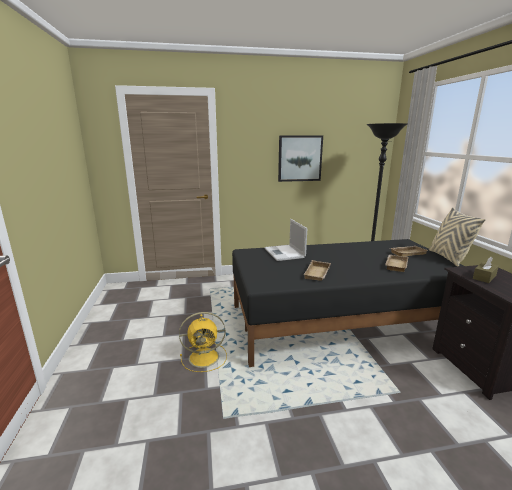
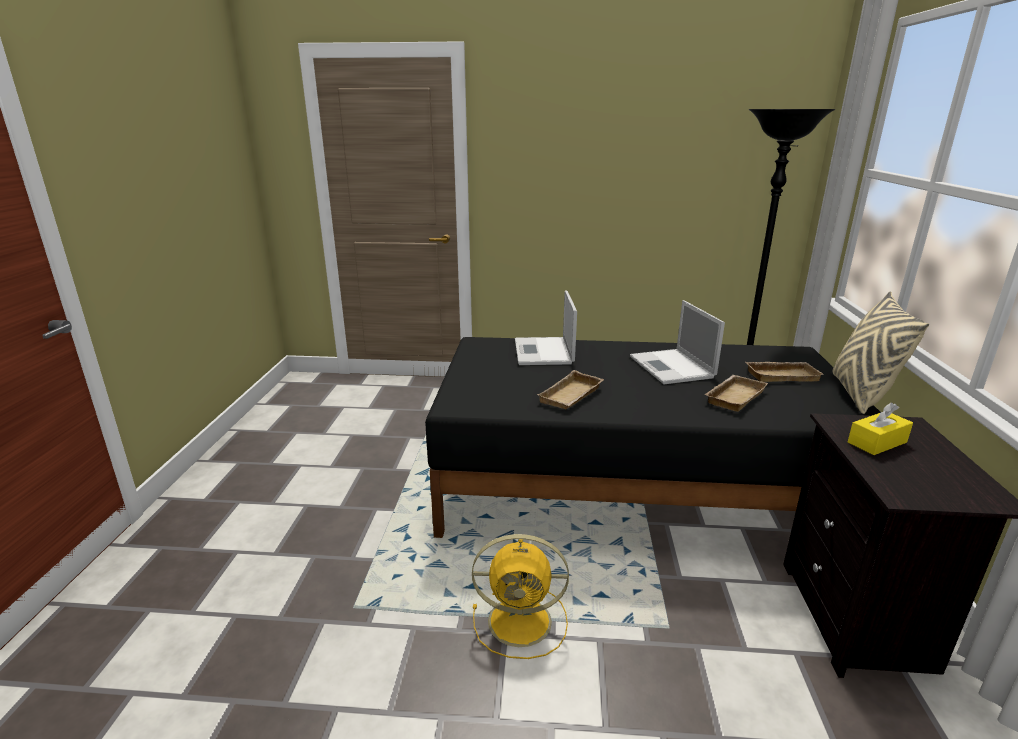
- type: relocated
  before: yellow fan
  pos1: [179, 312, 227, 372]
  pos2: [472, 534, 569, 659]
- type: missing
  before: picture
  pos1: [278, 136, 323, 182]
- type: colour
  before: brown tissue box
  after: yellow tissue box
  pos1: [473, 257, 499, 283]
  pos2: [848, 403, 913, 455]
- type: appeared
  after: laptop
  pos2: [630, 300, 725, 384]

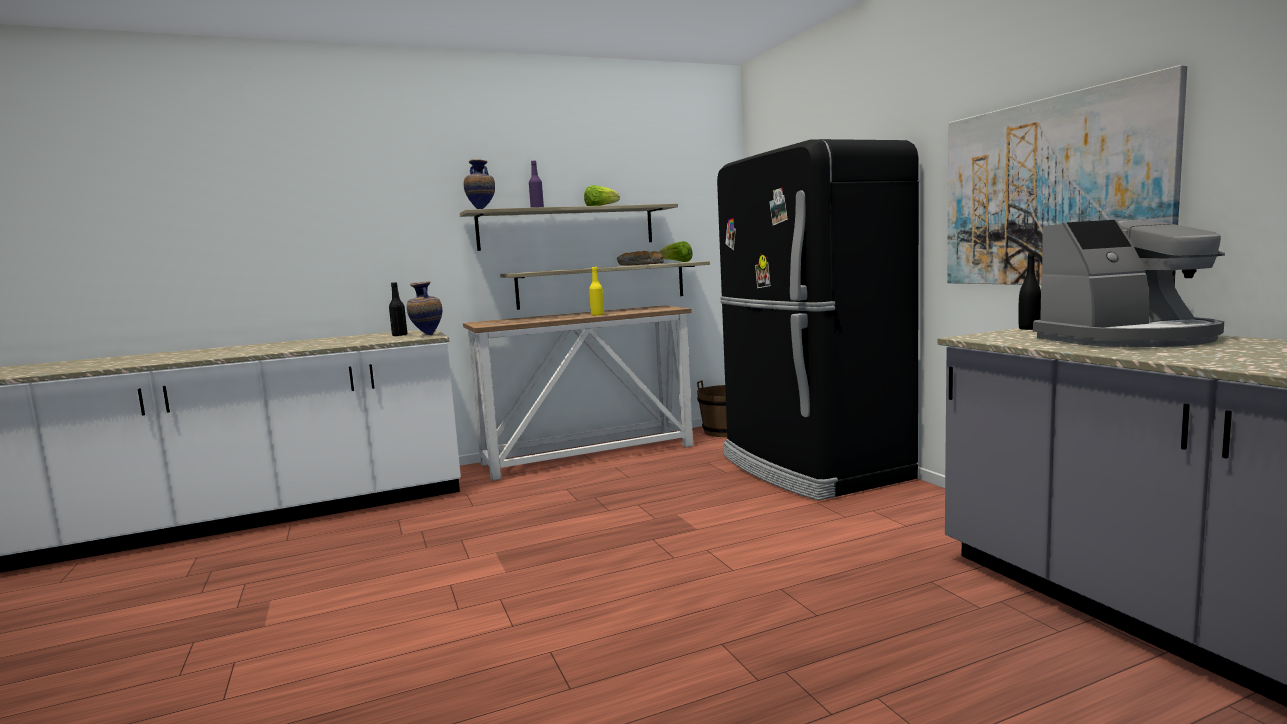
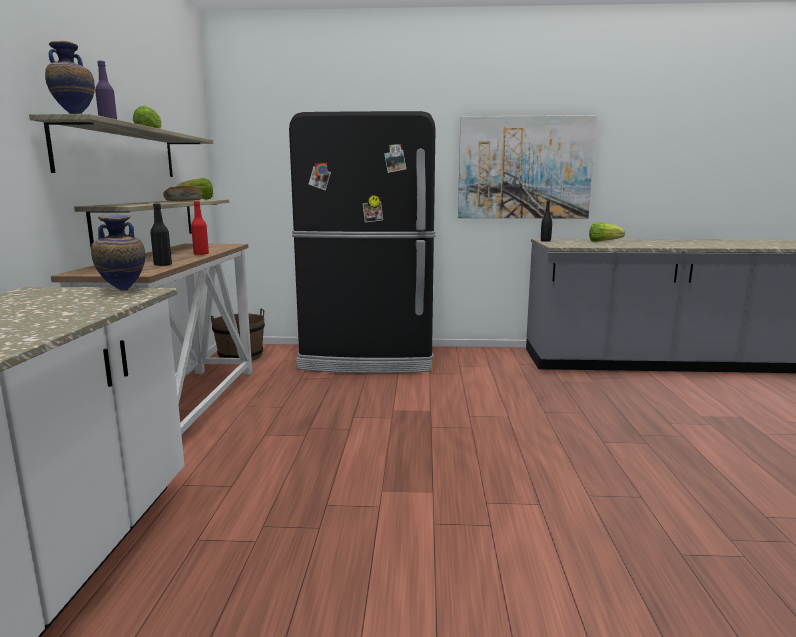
- type: relocated
  before: black bottle
  pos1: [389, 282, 407, 336]
  pos2: [150, 204, 172, 266]
- type: colour
  before: yellow bottle
  after: red bottle
  pos1: [589, 267, 604, 316]
  pos2: [191, 201, 209, 255]
- type: exchanged
  before: coffee machine
  after: lettuce
  pos1: [1033, 220, 1225, 347]
  pos2: [589, 222, 625, 242]

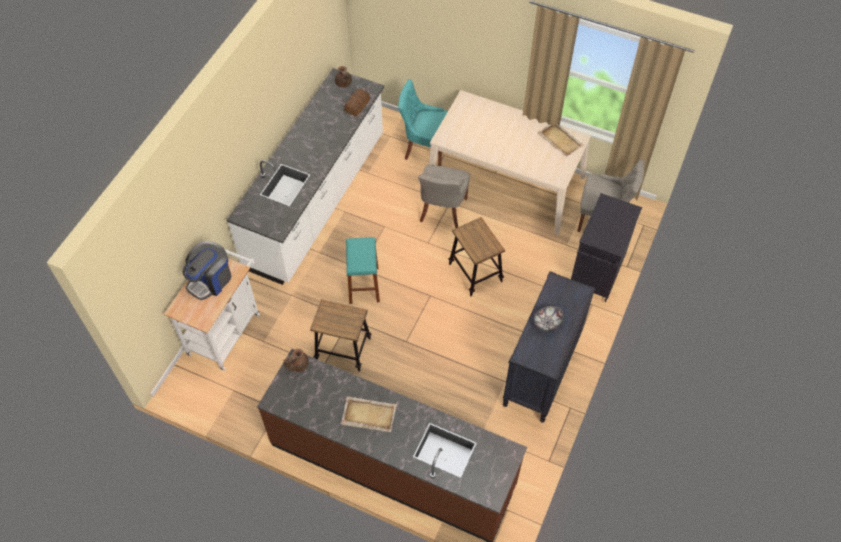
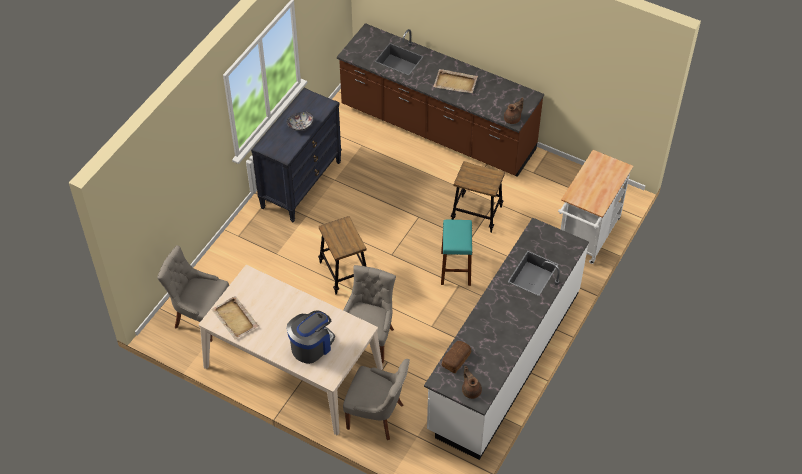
- type: relocated
  before: coffee machine
  pos1: [182, 241, 231, 300]
  pos2: [287, 310, 335, 364]
- type: colour
  before: turquoise chair
  after: grey chair
  pos1: [398, 79, 448, 166]
  pos2: [343, 359, 410, 440]
- type: missing
  before: black cabinet
  pos1: [571, 193, 642, 302]

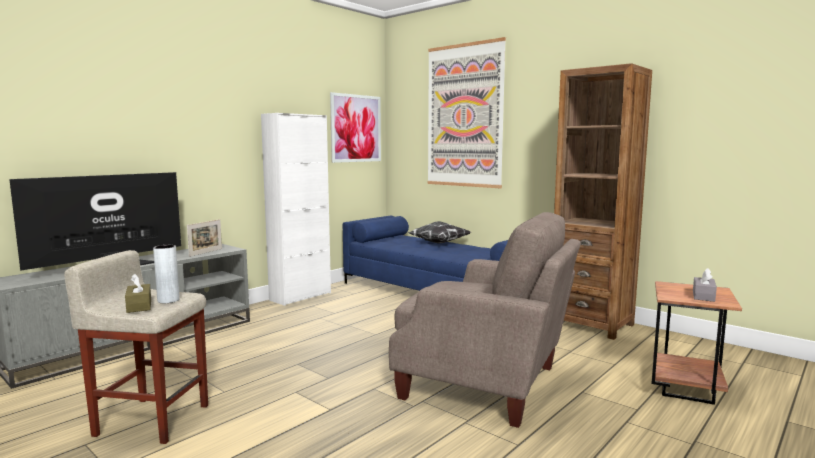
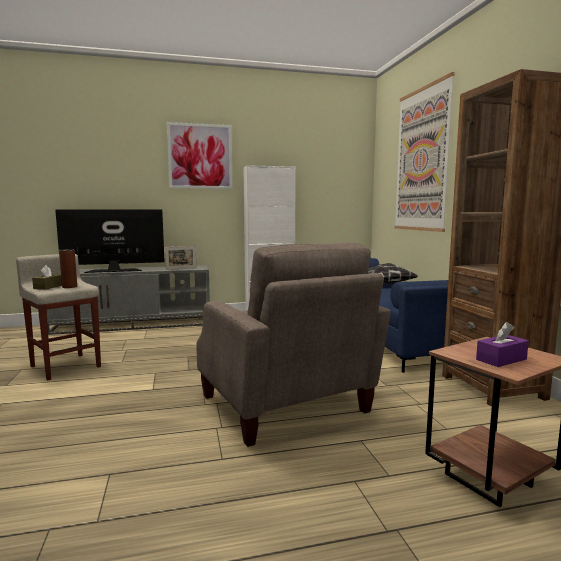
- type: colour
  before: grey vase
  after: brown vase
  pos1: [153, 245, 180, 303]
  pos2: [59, 249, 77, 288]
- type: relocated
  before: picture
  pos1: [330, 92, 381, 163]
  pos2: [167, 122, 233, 189]
- type: colour
  before: grey tissue box
  after: purple tissue box
  pos1: [693, 268, 717, 302]
  pos2: [476, 322, 529, 367]

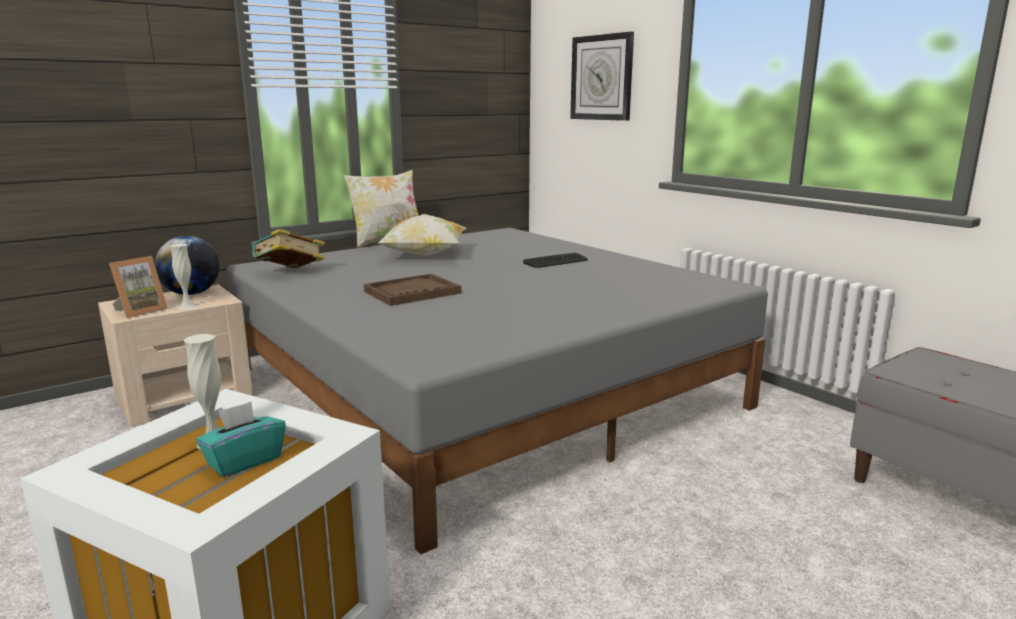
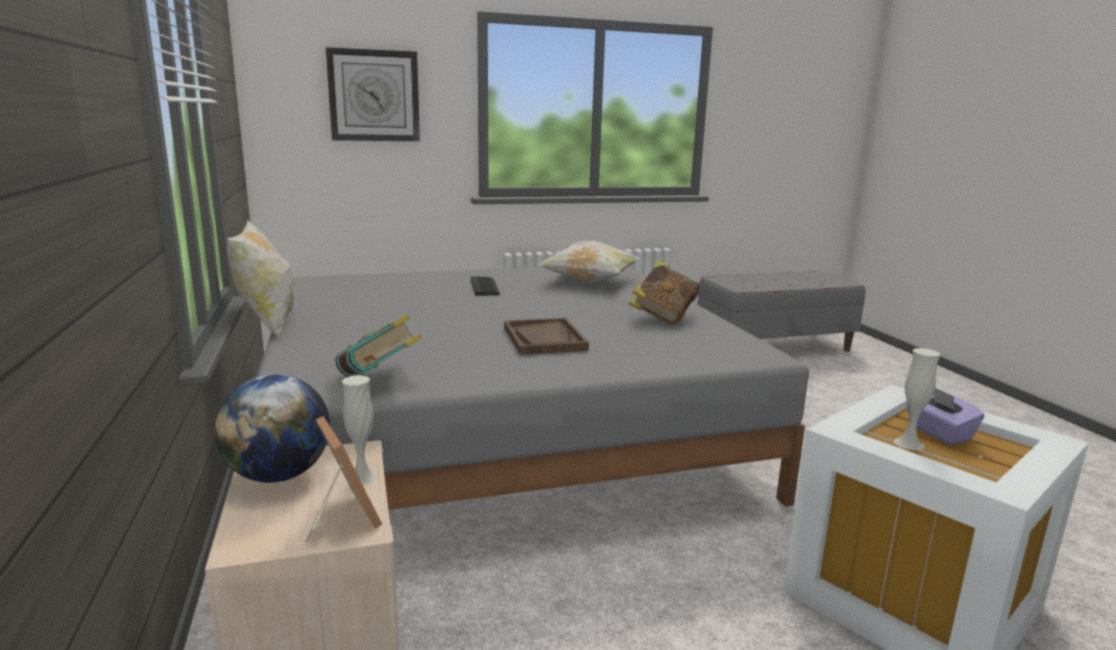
- type: colour
  before: turquoise tissue box
  after: purple tissue box
  pos1: [196, 402, 286, 478]
  pos2: [906, 388, 984, 445]
- type: relocated
  before: pillow
  pos1: [378, 214, 467, 256]
  pos2: [538, 241, 641, 282]
- type: appeared
  after: book
  pos2: [629, 260, 700, 325]

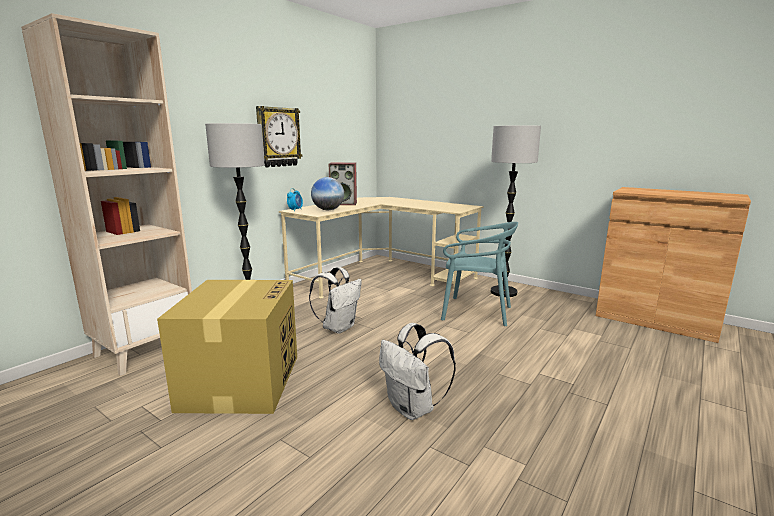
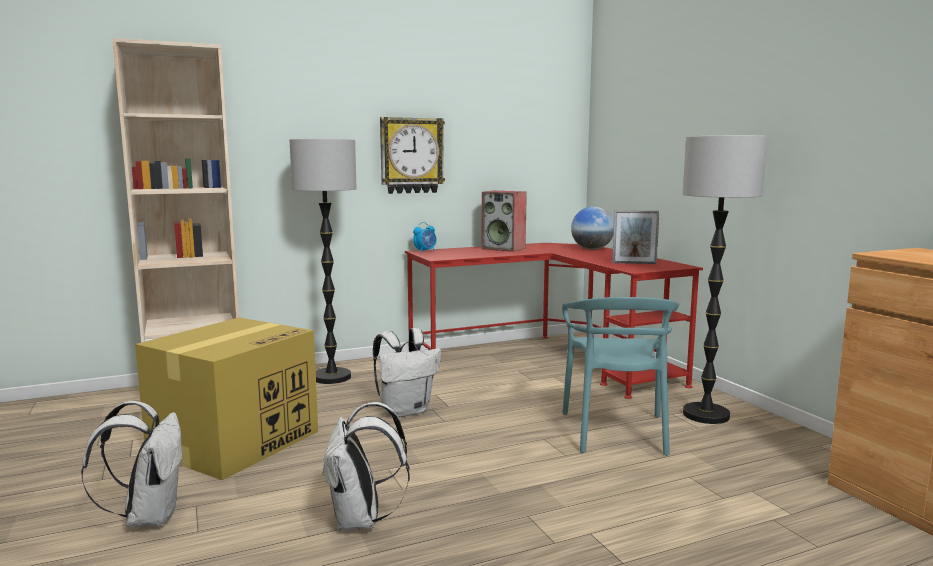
- type: colour
  before: beige desk
  after: red desk
  pos1: [279, 197, 484, 298]
  pos2: [405, 243, 703, 399]
- type: relocated
  before: globe
  pos1: [311, 177, 344, 210]
  pos2: [571, 206, 614, 250]
- type: spun
  before: turquoise chair
  pos1: [441, 222, 518, 326]
  pos2: [562, 297, 679, 456]
  turn: 45
- type: appeared
  after: white backpack
  pos2: [81, 401, 184, 528]
- type: appeared
  after: picture frame
  pos2: [612, 210, 660, 264]

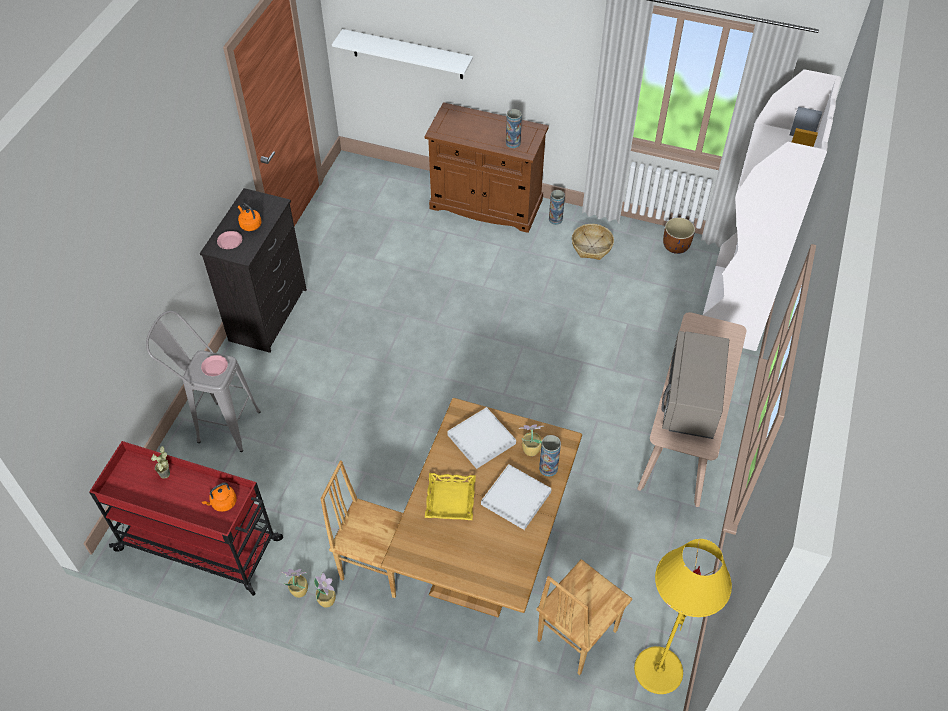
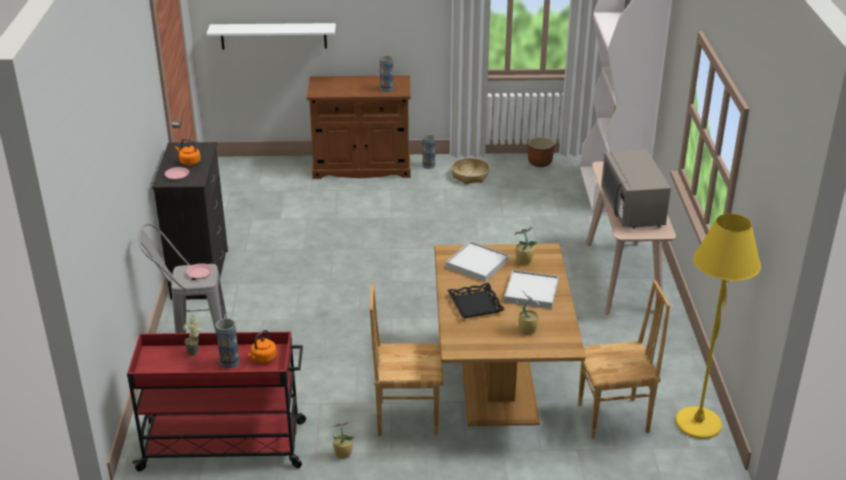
- type: relocated
  before: potted plant
  pos1: [314, 572, 336, 608]
  pos2: [516, 290, 539, 334]
- type: colour
  before: yellow tray
  after: black tray
  pos1: [425, 473, 476, 520]
  pos2: [448, 283, 505, 318]
- type: spun
  before: brown chair
  pos1: [536, 559, 632, 675]
  pos2: [578, 280, 670, 439]
  turn: -120
- type: relocated
  before: vase
  pos1: [539, 435, 561, 477]
  pos2: [216, 318, 240, 369]

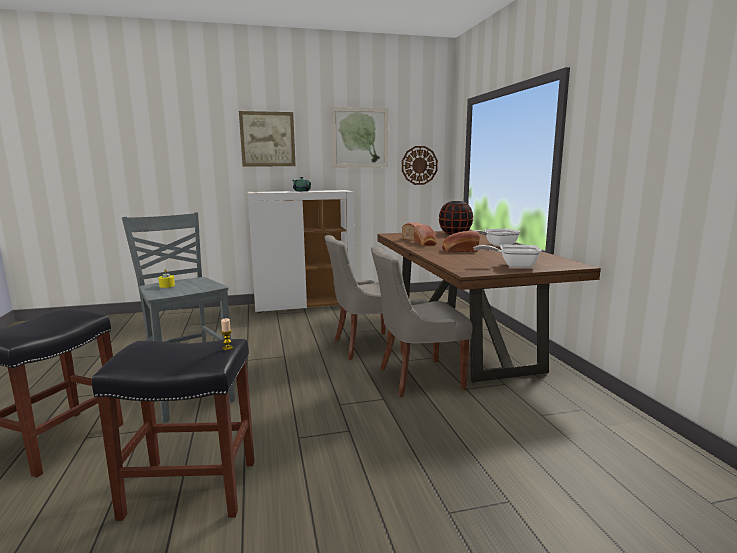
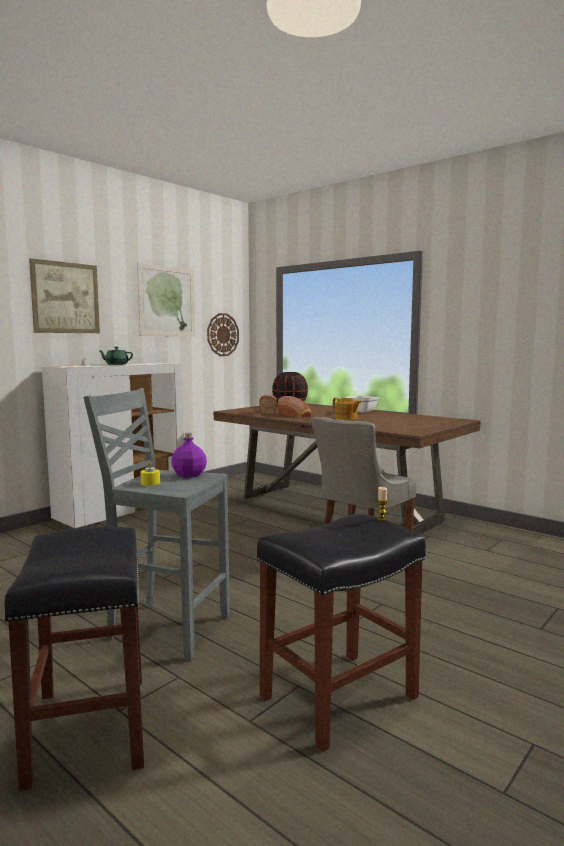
- type: missing
  before: grey chair
  pos1: [324, 235, 403, 360]
- type: exchanged
  before: bread
  after: teapot
  pos1: [442, 231, 480, 252]
  pos2: [333, 398, 362, 420]
- type: missing
  before: frying pan
  pos1: [474, 245, 542, 268]
- type: appeared
  after: purple bottle
  pos2: [171, 433, 207, 478]

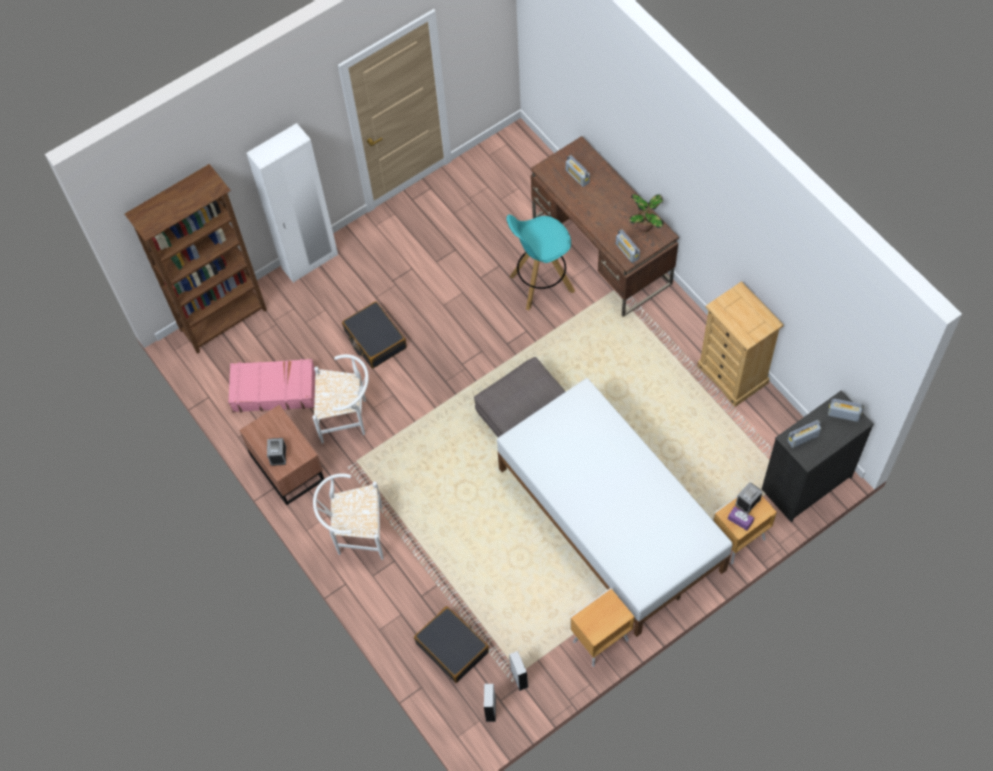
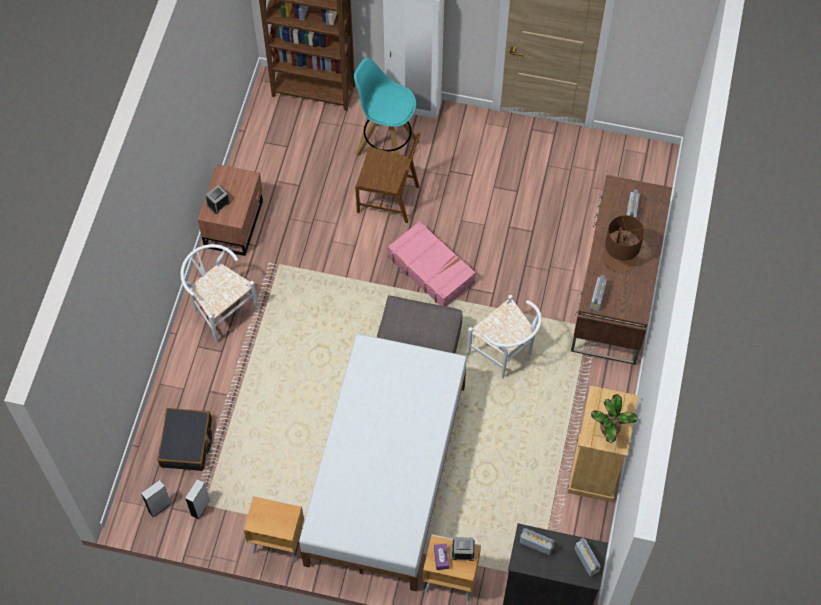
- type: relocated
  before: pink suitcase
  pos1: [228, 359, 315, 412]
  pos2: [388, 221, 476, 306]
- type: relocated
  before: white chair
  pos1: [312, 354, 369, 444]
  pos2: [467, 295, 542, 378]
- type: exchanged
  before: black suitcase
  after: brown chair
  pos1: [342, 301, 407, 368]
  pos2: [355, 131, 421, 223]
- type: relocated
  before: turquoise stool
  pos1: [506, 214, 575, 310]
  pos2: [354, 58, 420, 156]
- type: relocated
  before: potted plant
  pos1: [629, 194, 664, 232]
  pos2: [591, 394, 638, 443]
- type: appeared
  after: brown table lamp
  pos2: [603, 215, 644, 273]

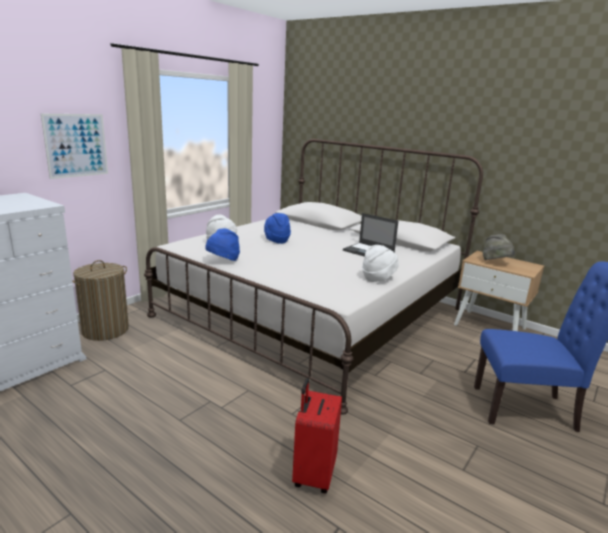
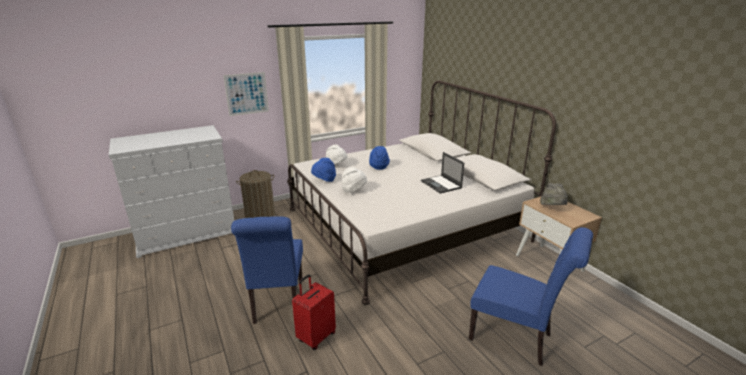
- type: relocated
  before: white hat
  pos1: [362, 245, 399, 282]
  pos2: [341, 167, 367, 193]
- type: appeared
  after: blue chair
  pos2: [231, 216, 303, 324]

